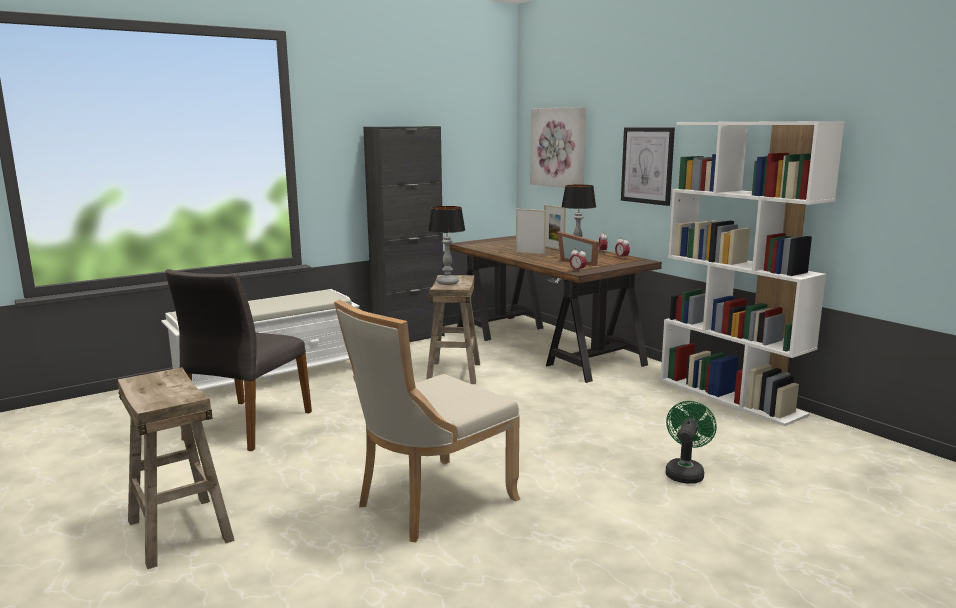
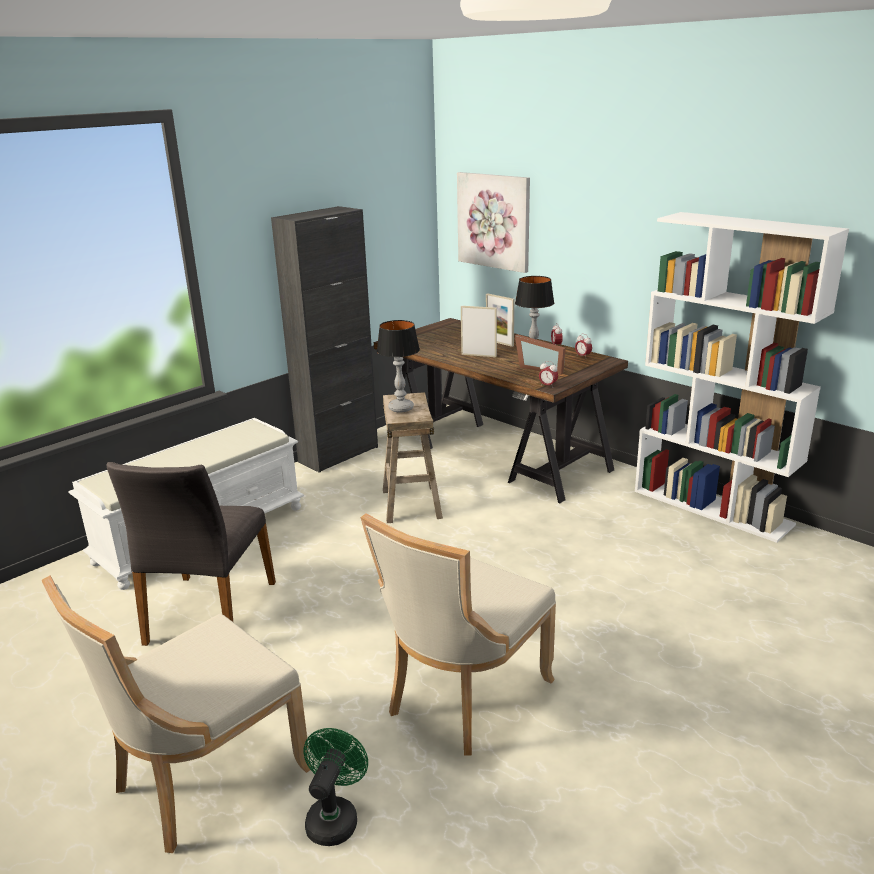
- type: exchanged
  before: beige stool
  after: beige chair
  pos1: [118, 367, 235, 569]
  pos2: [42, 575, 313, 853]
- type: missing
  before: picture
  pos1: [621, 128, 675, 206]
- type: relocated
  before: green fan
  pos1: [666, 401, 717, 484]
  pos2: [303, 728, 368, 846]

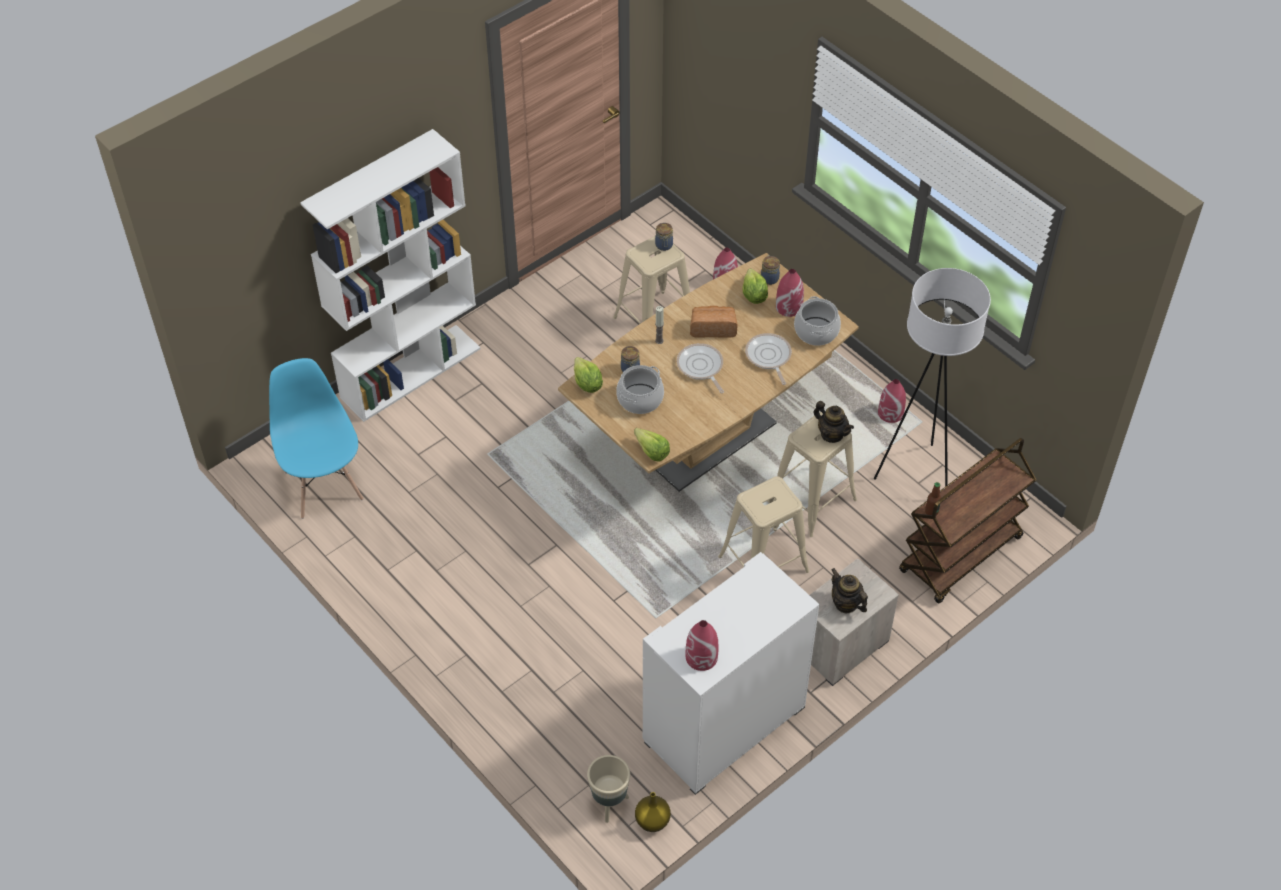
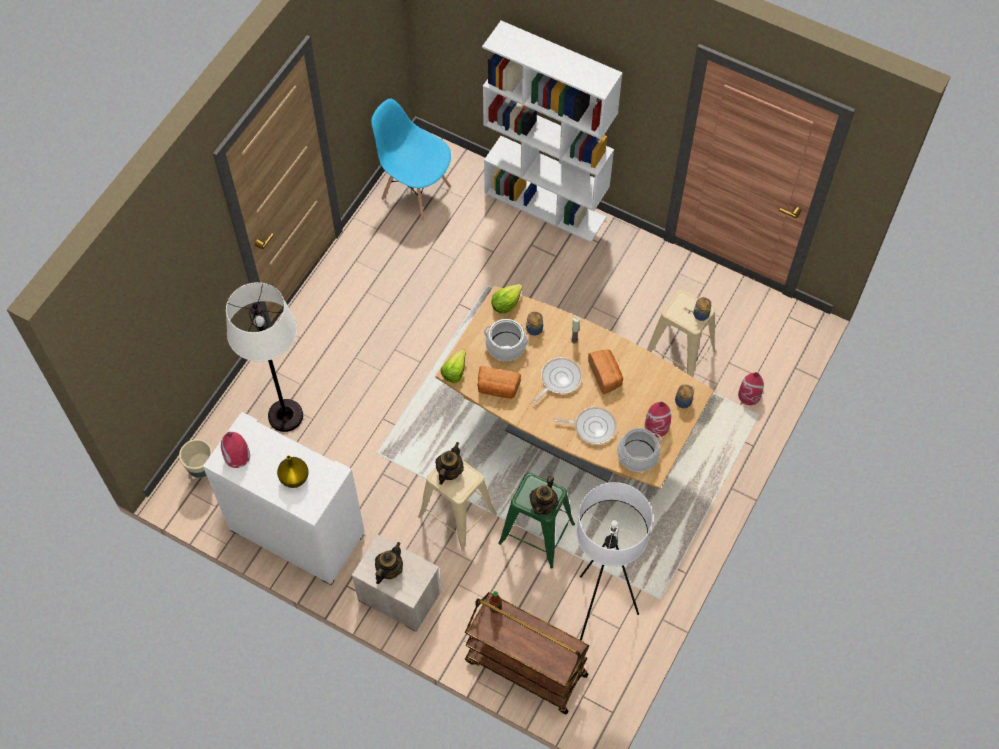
- type: spun
  before: blue chair
  pos1: [269, 358, 364, 519]
  pos2: [371, 99, 451, 221]
  turn: -105
- type: relocated
  before: yellow vase
  pos1: [635, 792, 671, 832]
  pos2: [277, 455, 309, 488]
- type: missing
  before: lettuce
  pos1: [742, 268, 768, 304]
- type: spun
  before: frying pan
  pos1: [745, 333, 792, 385]
  pos2: [553, 407, 617, 444]
  turn: 45
- type: colour
  before: beige stool
  after: green stool
  pos1: [767, 412, 857, 537]
  pos2: [498, 473, 575, 569]
- type: missing
  before: red vase
  pos1: [878, 379, 906, 423]
- type: appeared
  after: white floor lamp
  pos2: [226, 282, 303, 432]
- type: appeared
  after: teapot
  pos2: [435, 442, 464, 485]
- type: appeared
  after: bread
  pos2: [477, 366, 521, 399]

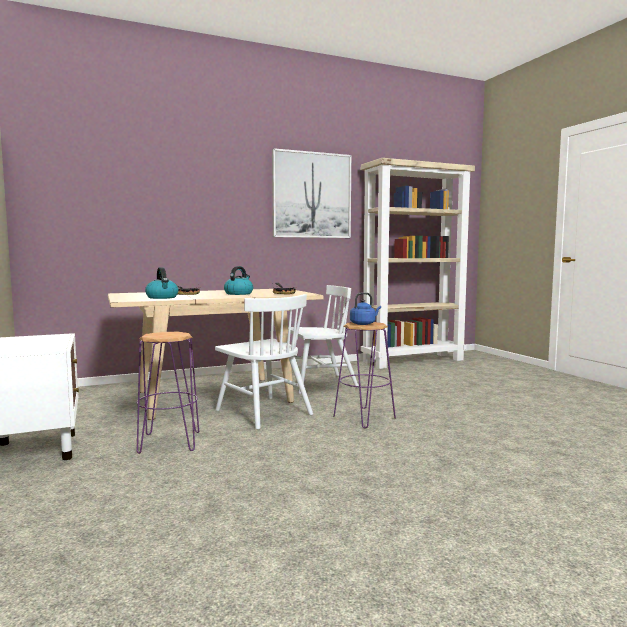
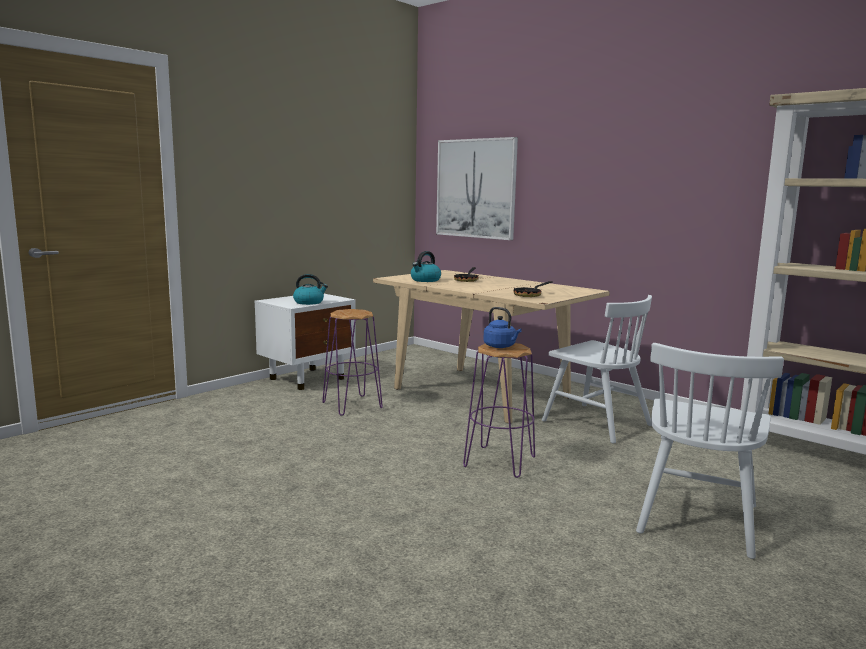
- type: relocated
  before: white chair
  pos1: [215, 294, 313, 429]
  pos2: [636, 343, 784, 559]
- type: relocated
  before: kettle
  pos1: [224, 266, 253, 295]
  pos2: [293, 274, 328, 305]
- type: relocated
  before: picture
  pos1: [272, 148, 351, 238]
  pos2: [436, 137, 518, 240]

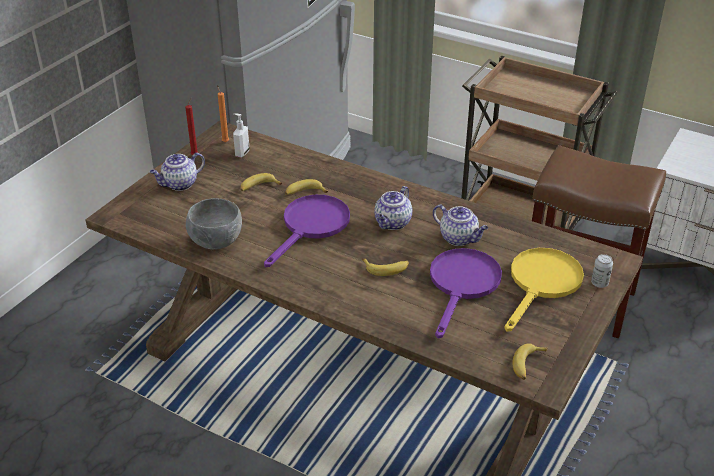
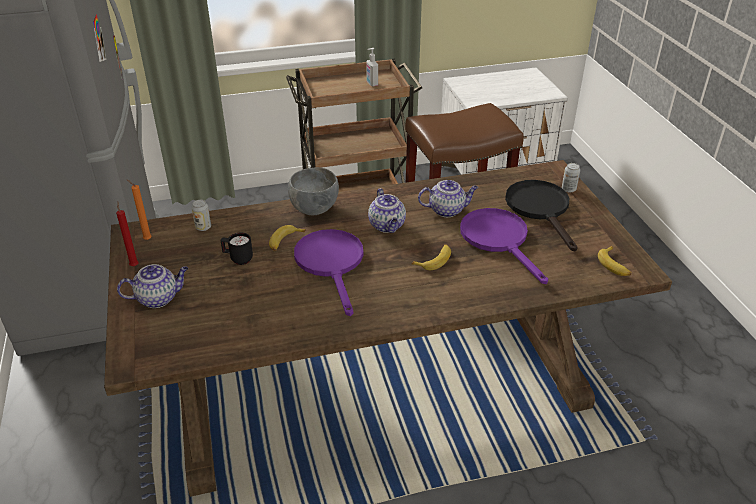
- type: spun
  before: teapot
  pos1: [150, 153, 205, 191]
  pos2: [117, 264, 188, 308]
  turn: -120
- type: relocated
  before: grey bowl
  pos1: [186, 198, 242, 249]
  pos2: [288, 167, 339, 215]
- type: relocated
  before: soap dispenser
  pos1: [233, 113, 250, 157]
  pos2: [366, 48, 378, 86]
- type: exchanged
  before: banana
  after: black mug
  pos1: [240, 173, 282, 191]
  pos2: [220, 232, 253, 265]
- type: colour
  before: yellow frying pan
  after: black frying pan
  pos1: [504, 248, 584, 332]
  pos2: [505, 180, 578, 251]
- type: appeared
  after: can
  pos2: [192, 200, 211, 231]

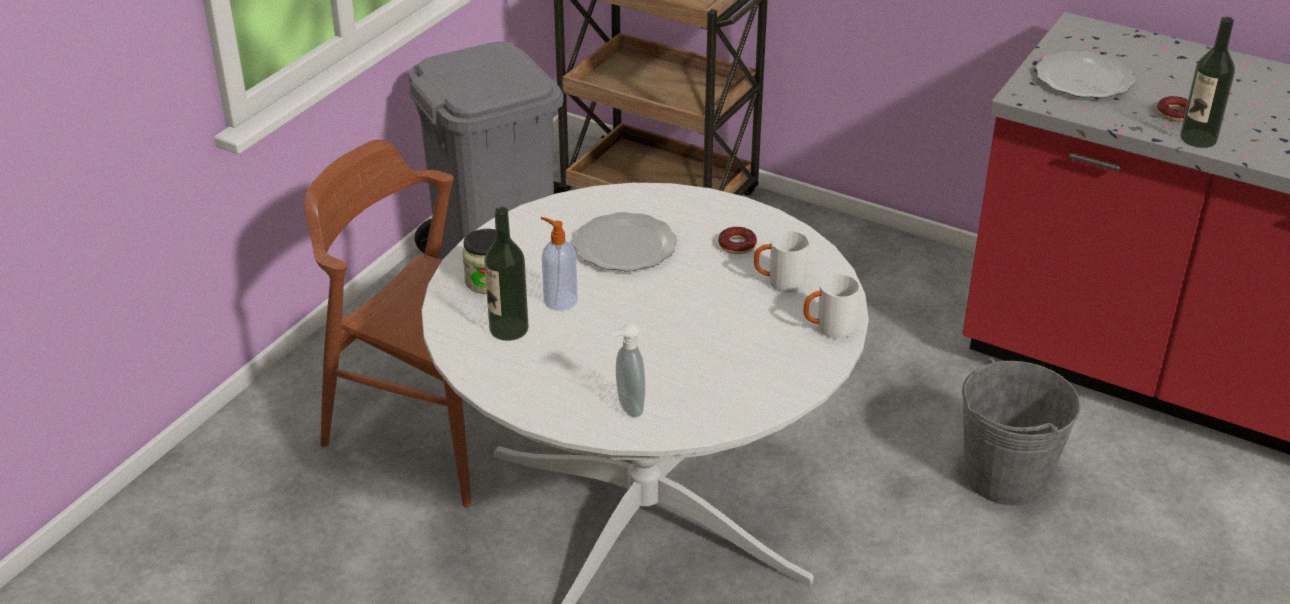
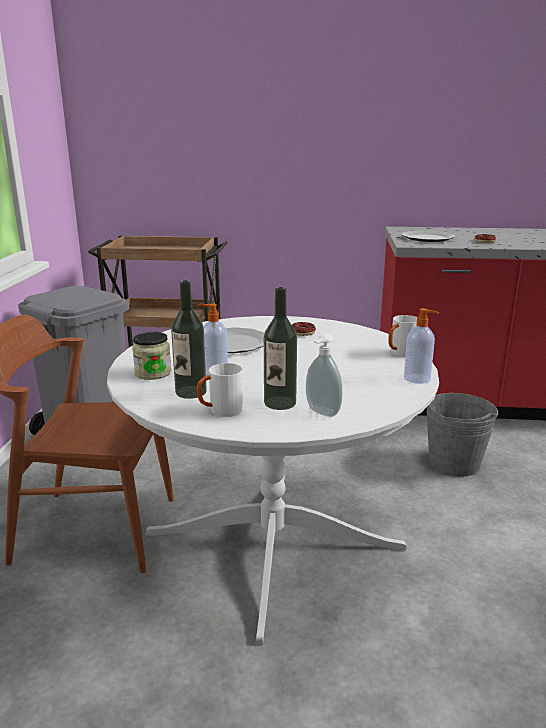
- type: relocated
  before: white mug
  pos1: [754, 231, 809, 293]
  pos2: [197, 363, 243, 417]
- type: relocated
  before: bottle
  pos1: [1180, 17, 1235, 148]
  pos2: [264, 287, 297, 410]
- type: appeared
  after: soap dispenser
  pos2: [404, 308, 439, 384]

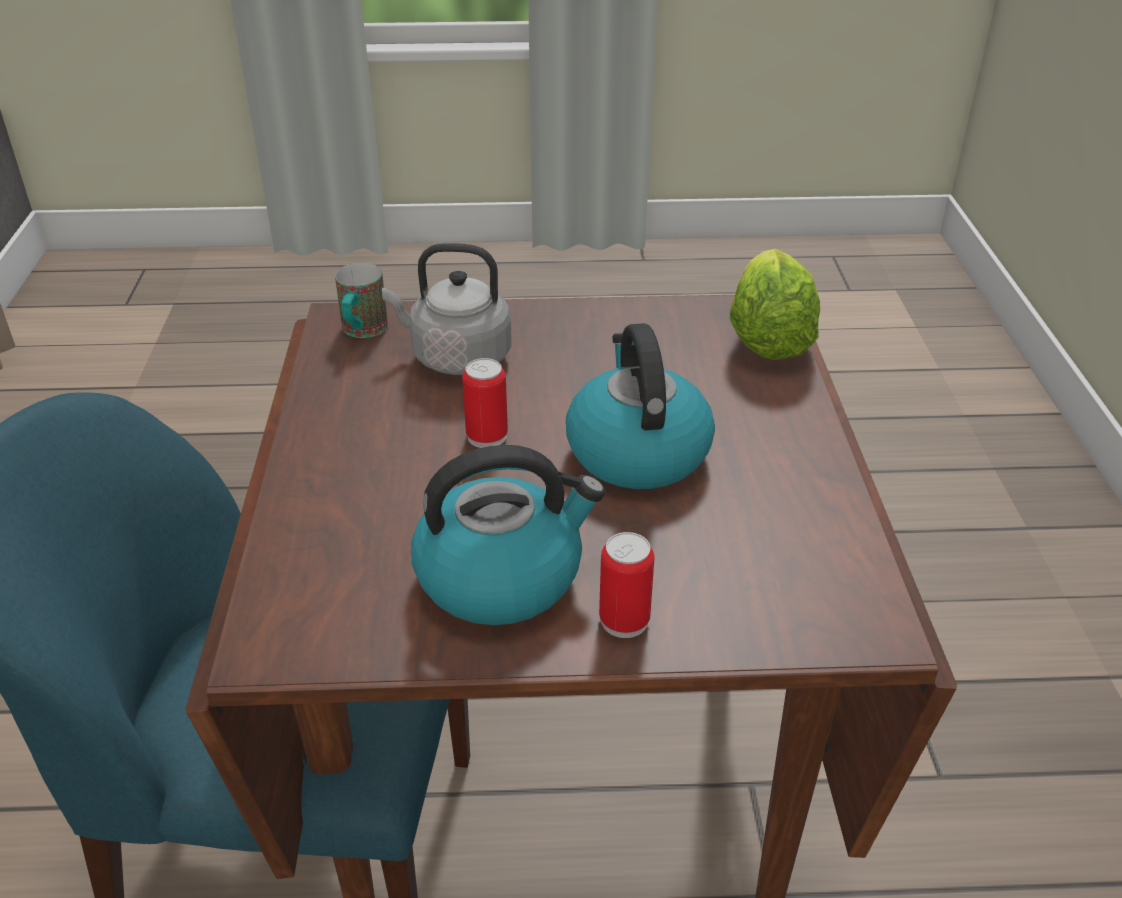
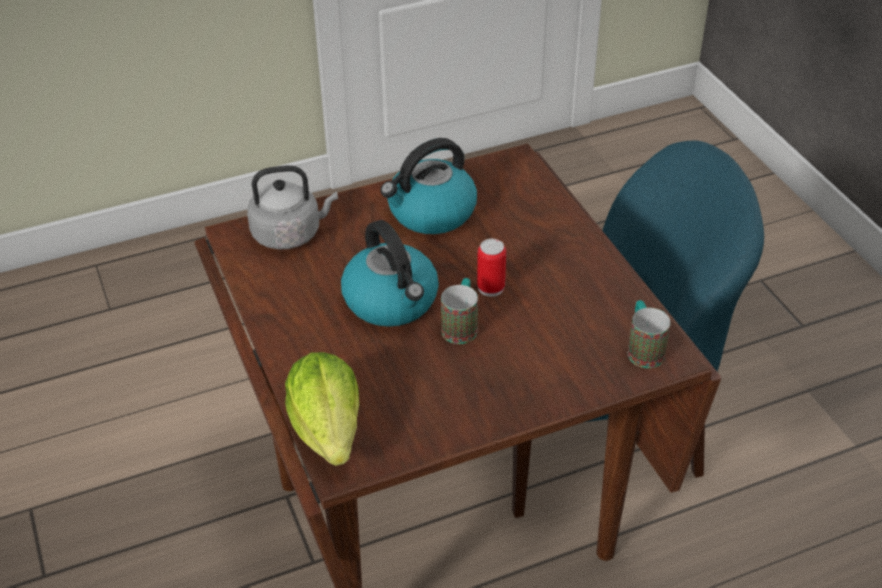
- type: relocated
  before: grey kettle
  pos1: [382, 243, 511, 375]
  pos2: [247, 165, 338, 249]
- type: missing
  before: can
  pos1: [599, 532, 654, 638]
- type: appeared
  after: mug
  pos2: [441, 278, 478, 344]

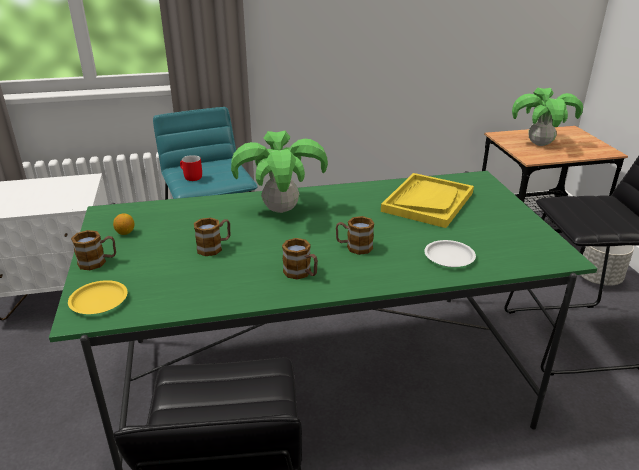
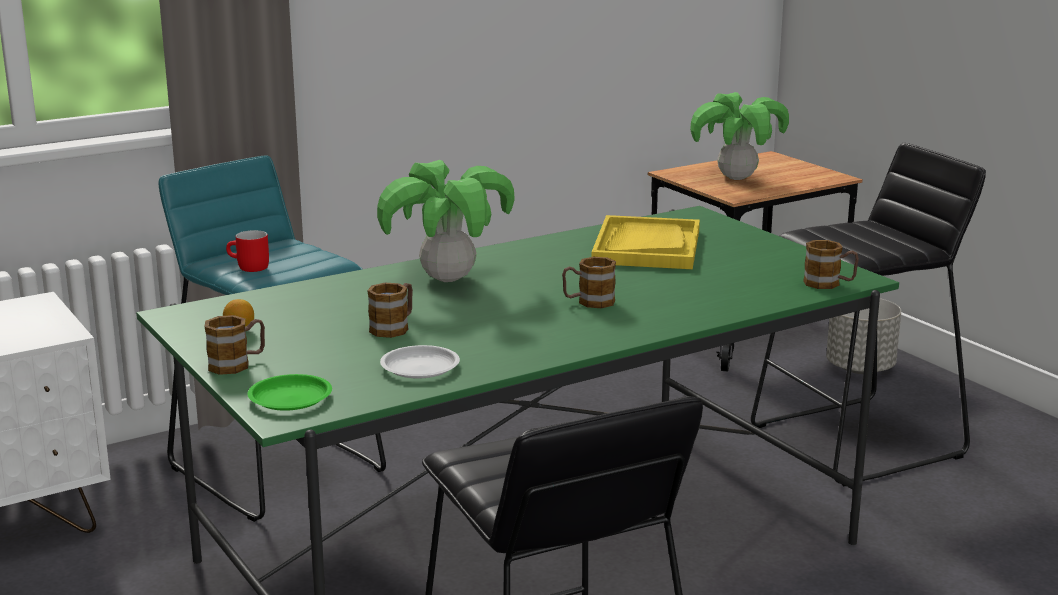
- type: colour
  before: yellow plate
  after: green plate
  pos1: [68, 280, 128, 314]
  pos2: [247, 374, 332, 411]
- type: relocated
  before: mug
  pos1: [282, 238, 318, 280]
  pos2: [803, 240, 859, 289]
- type: relocated
  before: white plate
  pos1: [424, 240, 476, 267]
  pos2: [380, 345, 460, 379]

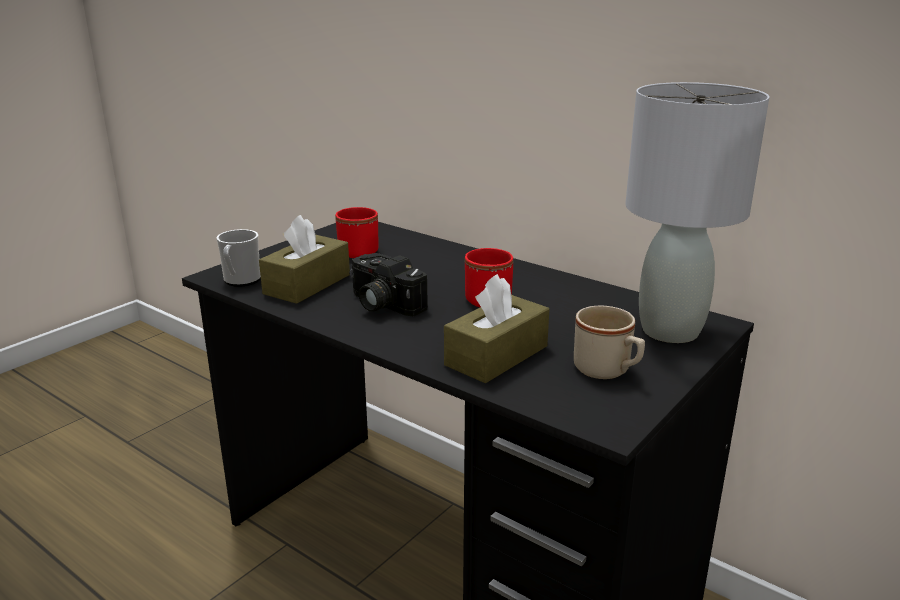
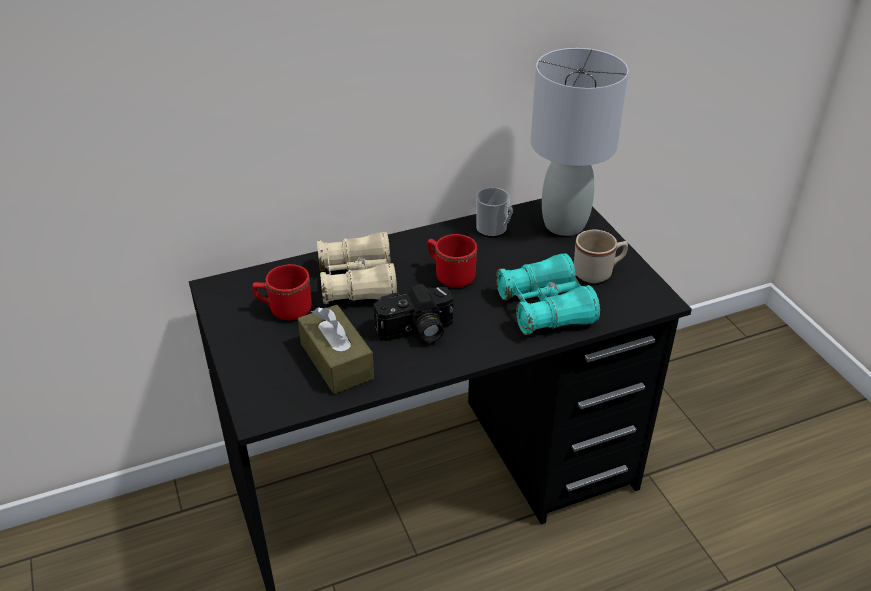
- type: relocated
  before: mug
  pos1: [216, 229, 261, 287]
  pos2: [476, 187, 513, 238]
- type: exchanged
  before: brown tissue box
  after: turquoise binoculars
  pos1: [444, 274, 549, 383]
  pos2: [496, 253, 600, 335]
- type: appeared
  after: beige binoculars
  pos2: [317, 232, 397, 304]

